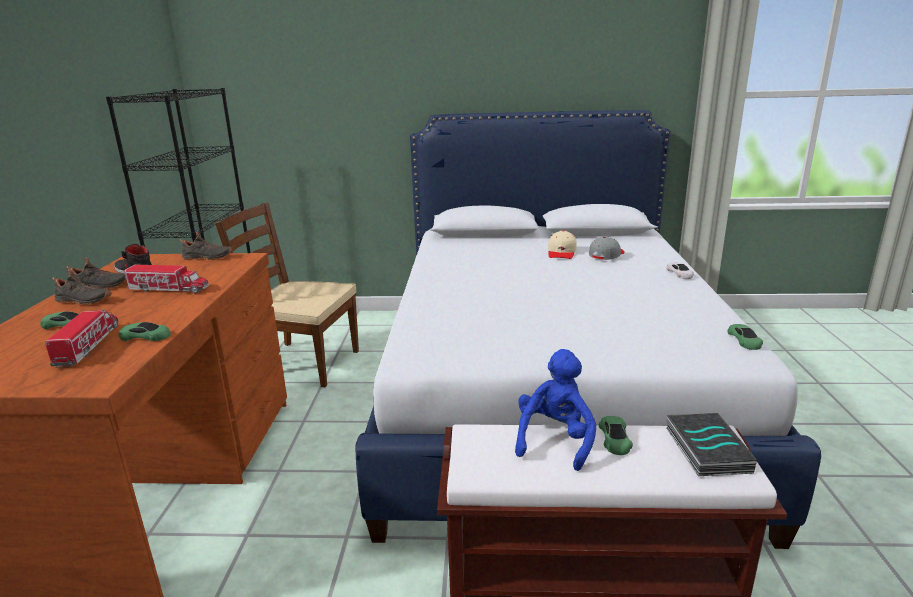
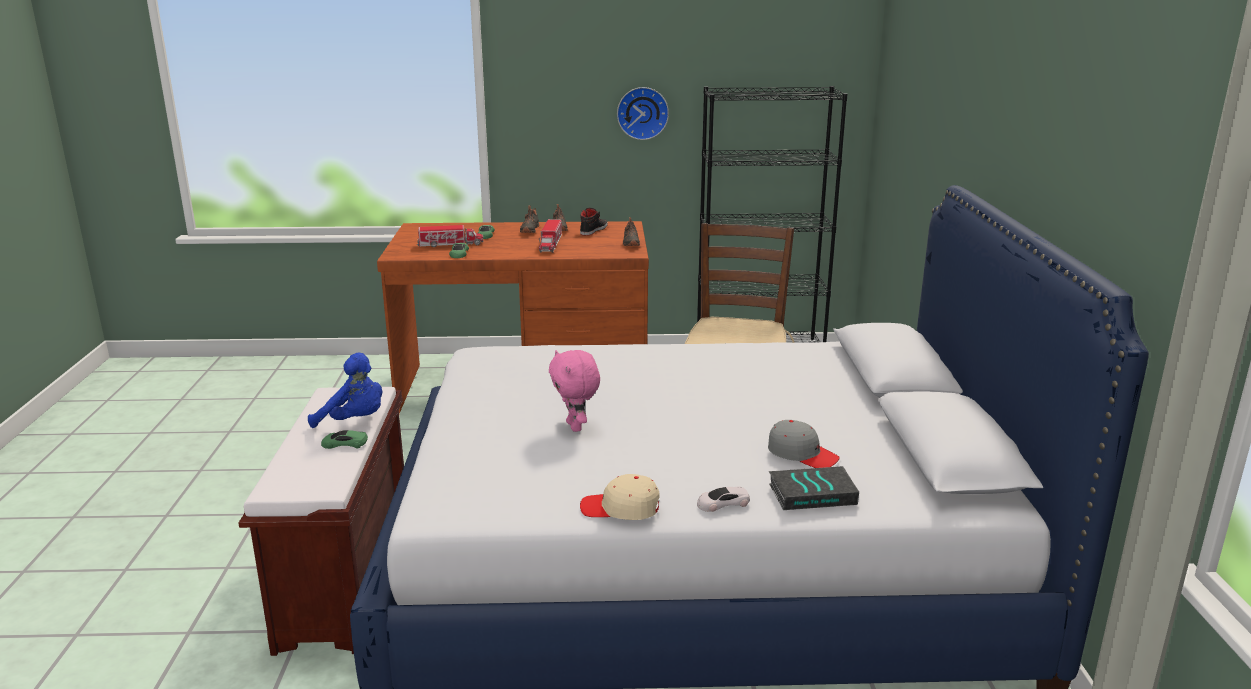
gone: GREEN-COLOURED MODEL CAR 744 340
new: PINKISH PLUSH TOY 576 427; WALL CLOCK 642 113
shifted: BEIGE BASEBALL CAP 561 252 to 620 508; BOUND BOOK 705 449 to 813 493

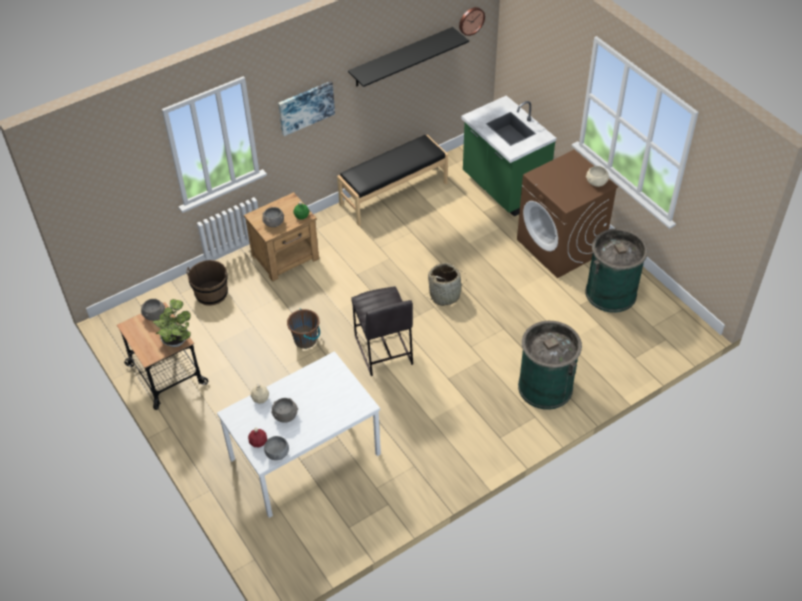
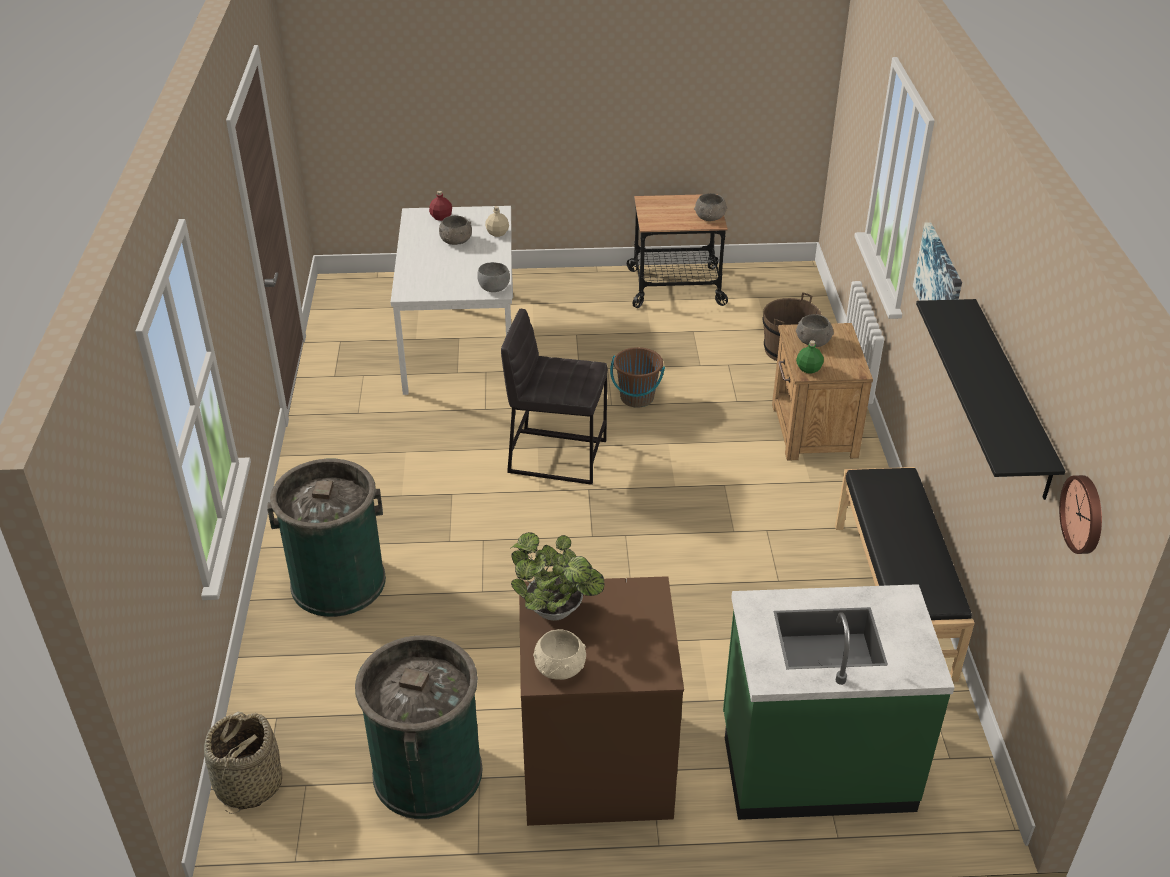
shifted: POTTED PLANT 176 339 to 558 612; GRAY SERVING BOWL 277 454 to 493 288; STORAGE BASKET 445 295 to 248 784

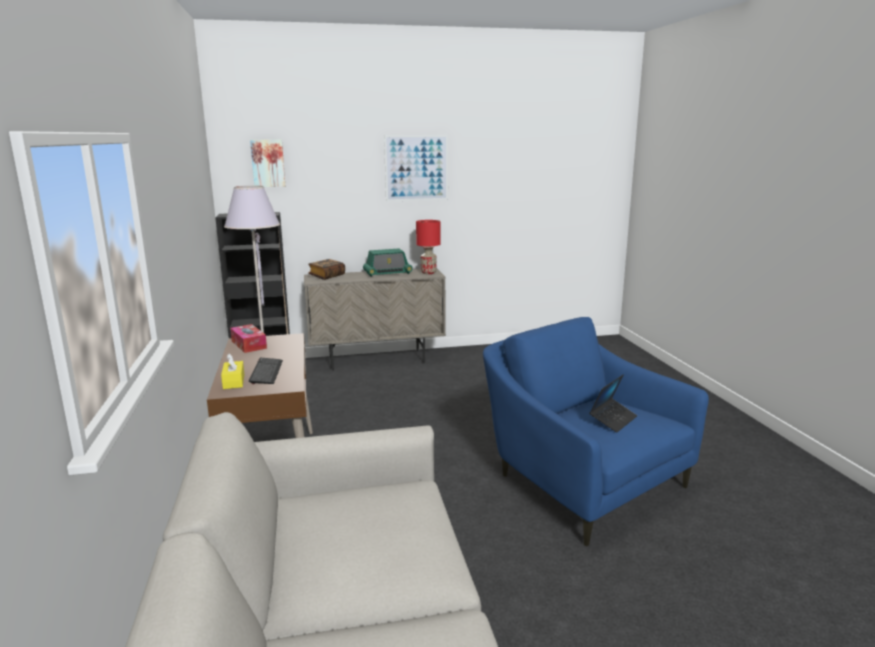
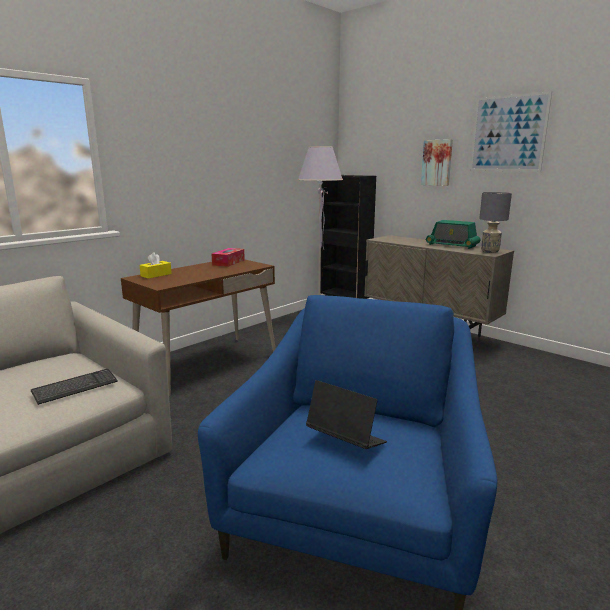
gone: BOUND BOOK 327 276
shifted: KEYBOARD 266 372 to 75 387; WALL ART 268 163 to 437 162
repainted: REDDISH TABLE LAMP 428 273 to GRAY TABLE LAMP 489 251
rotated: LAPTOP 613 420 = 345 441 150 degrees counterclockwise

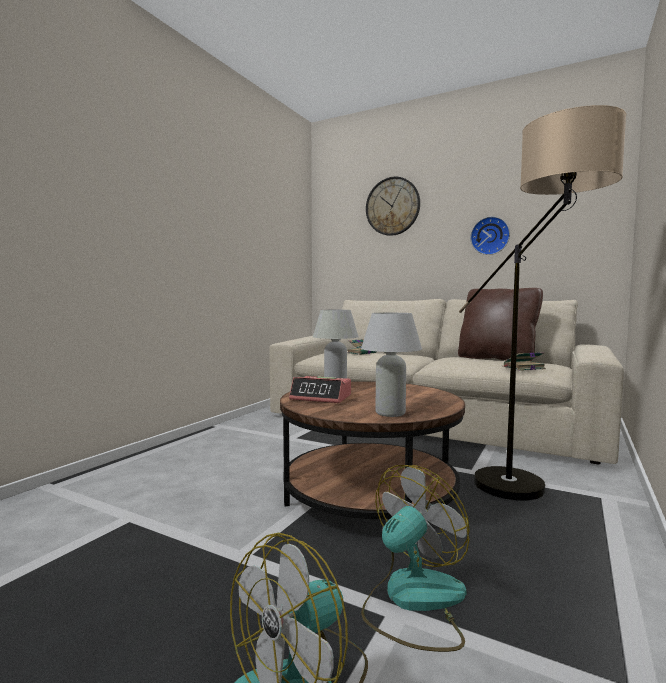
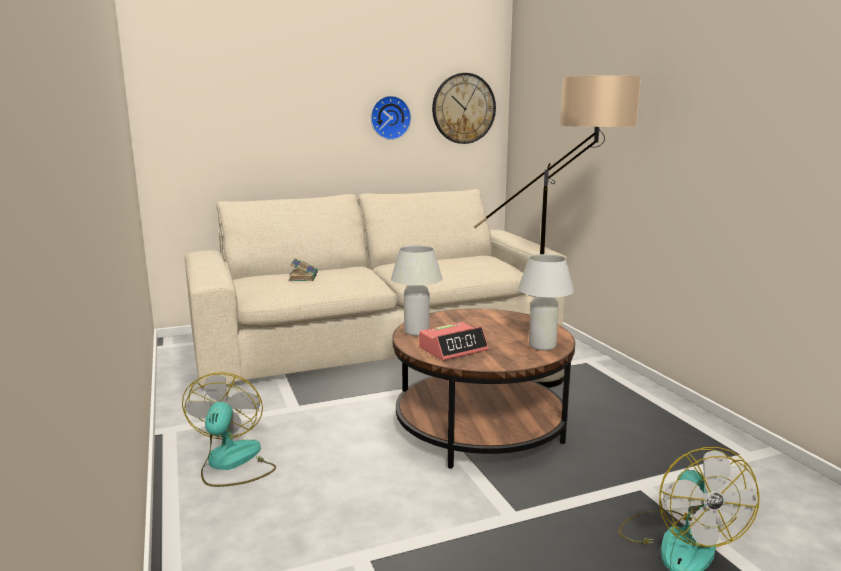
gone: BROWN-COLOURED THROW PILLOW 497 359; BOUND BOOK 523 368
shifted: COOLING FAN 413 601 to 231 463; WALL CLOCK 392 206 to 463 108

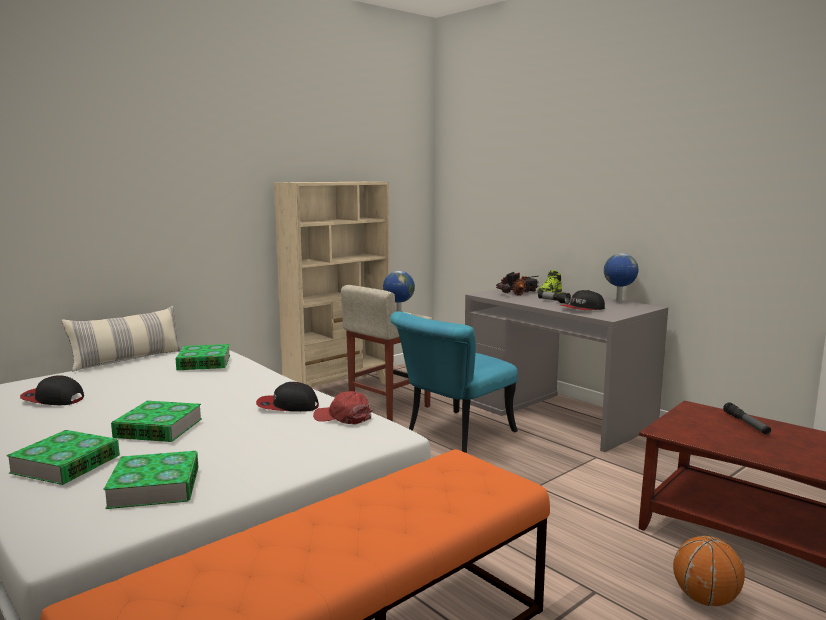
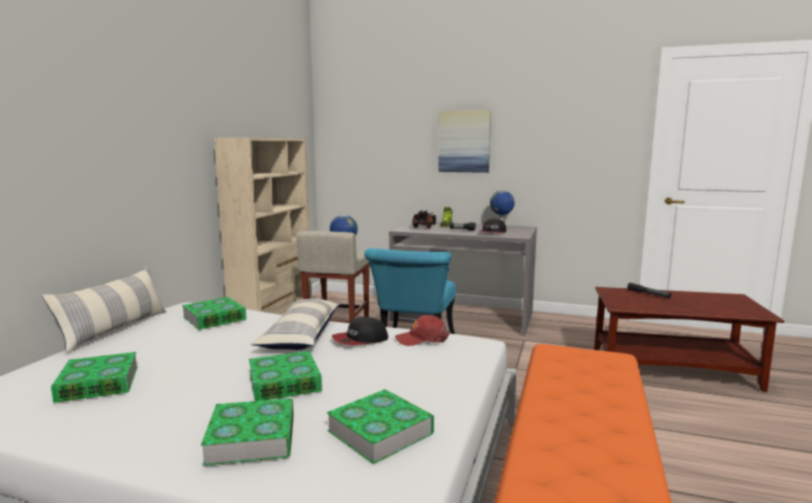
gone: BASKETBALL BALL 705 599
new: THROW PILLOW 301 335; WALL ART 464 141
swapped: BASEBALL CAP 53 399 to BOUND BOOK 98 383

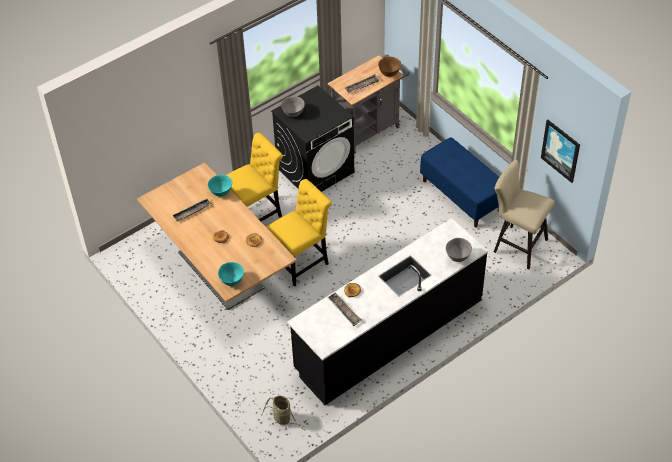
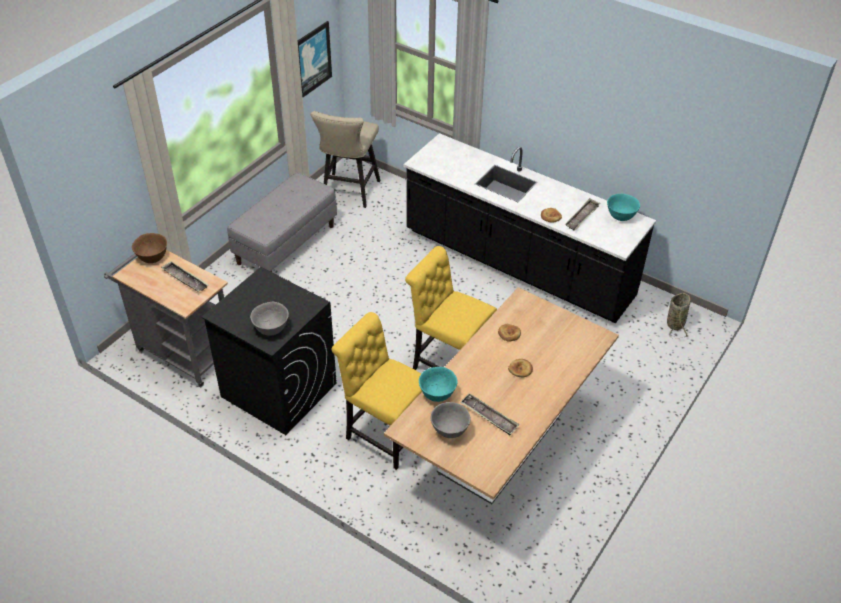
shifted: TURQUOISE SERVING BOWL 232 280 to 620 216; GRAY SERVING BOWL 458 256 to 449 430
repainted: BLUE LONG SEAT 462 195 to GRAY LONG SEAT 286 244

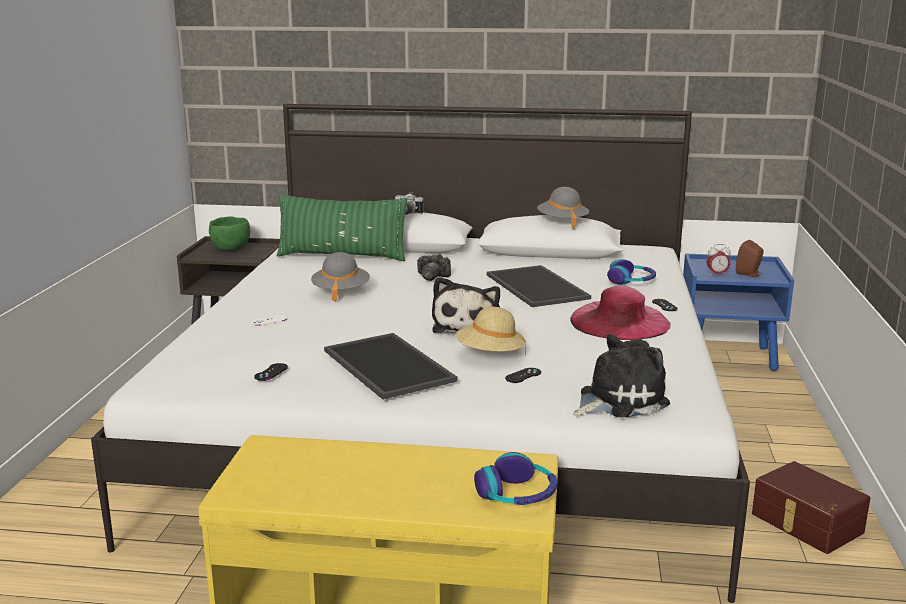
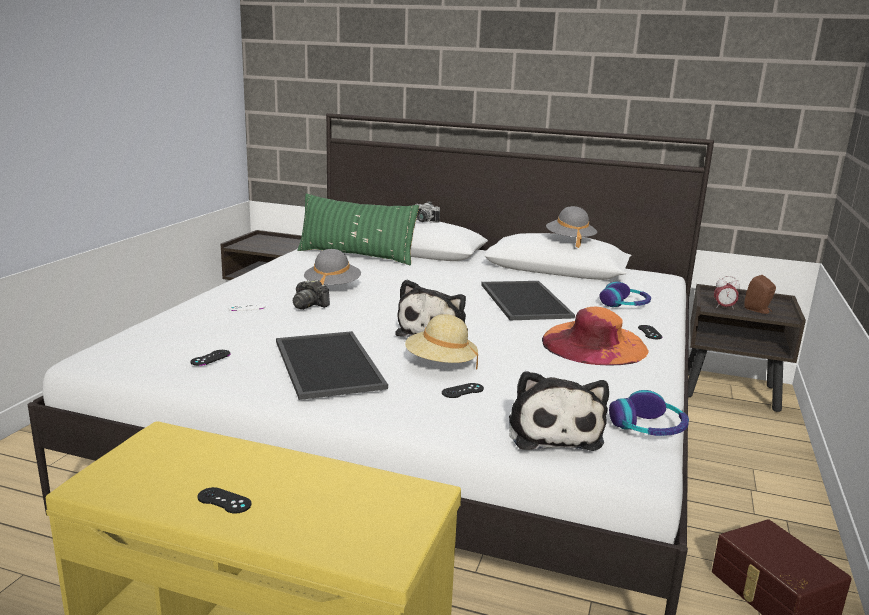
gone: GREEN-COLOURED SERVING BOWL 231 248
new: BLACK-COLOURED JOYPAD 224 501
shifted: STILL CAMERA 432 276 to 309 305; PAIR OF HEADPHONES 517 494 to 648 428
repainted: PINKISH WEARABLE HAT 619 321 to ORANGE WEARABLE HAT 594 344; BLUE BEDSIDE TABLE 728 356 to BROWN-COLOURED BEDSIDE TABLE 731 391
rotated: PLUSH TOY 618 400 = 553 431 105 degrees clockwise

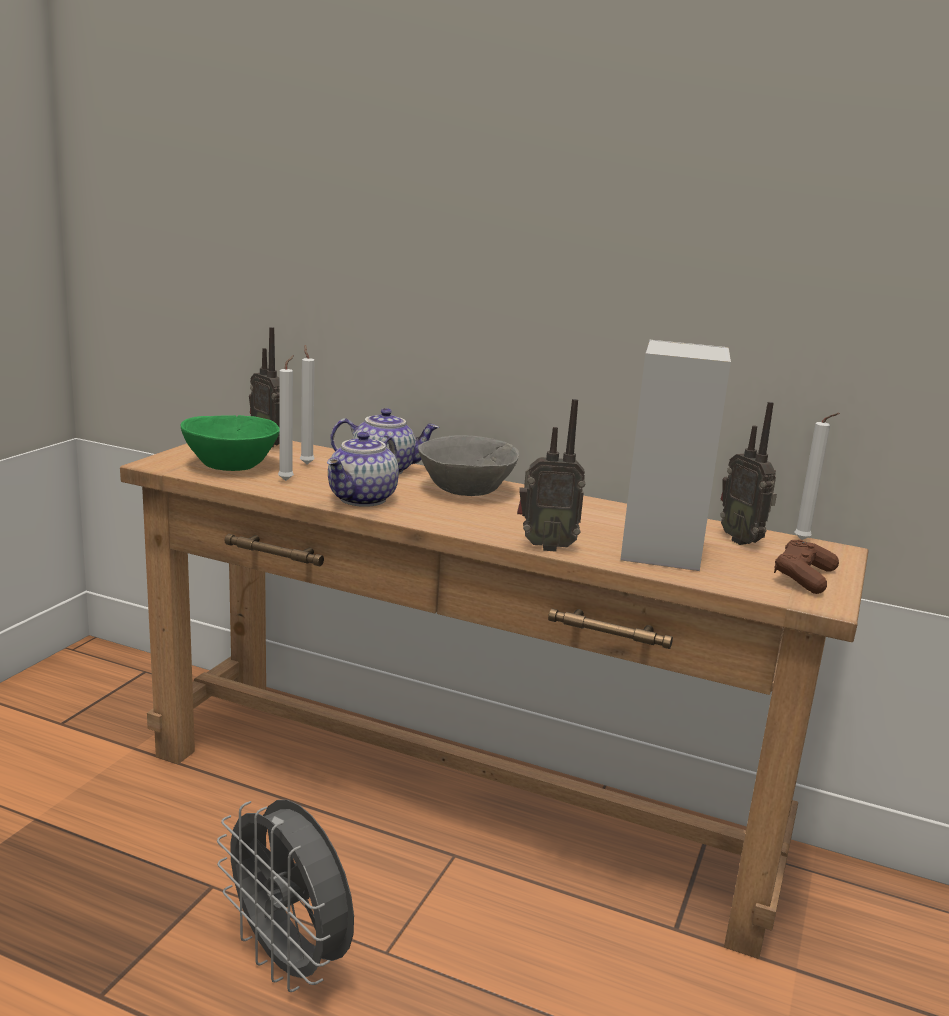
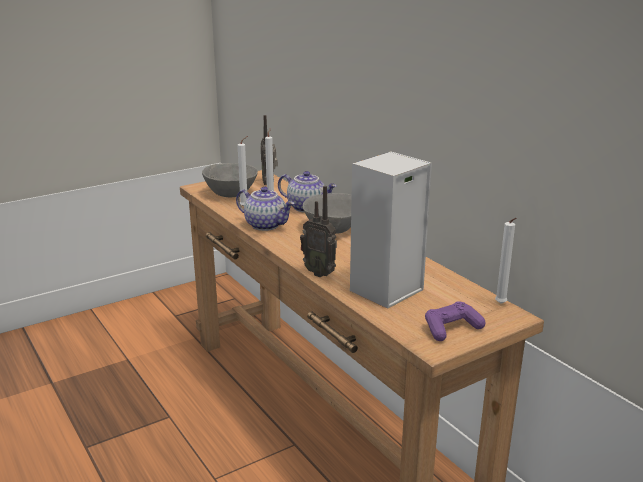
gone: GRAY COOLING FAN 290 962; RADIO 742 540
repainted: GREEN-COLOURED SERVING BOWL 232 465 to GRAY SERVING BOWL 231 193; BROWN-COLOURED JOYPAD 804 577 to PURPLE-COLOURED JOYPAD 451 328
rotated: POT FOR TEA 363 499 = 266 225 120 degrees counterclockwise

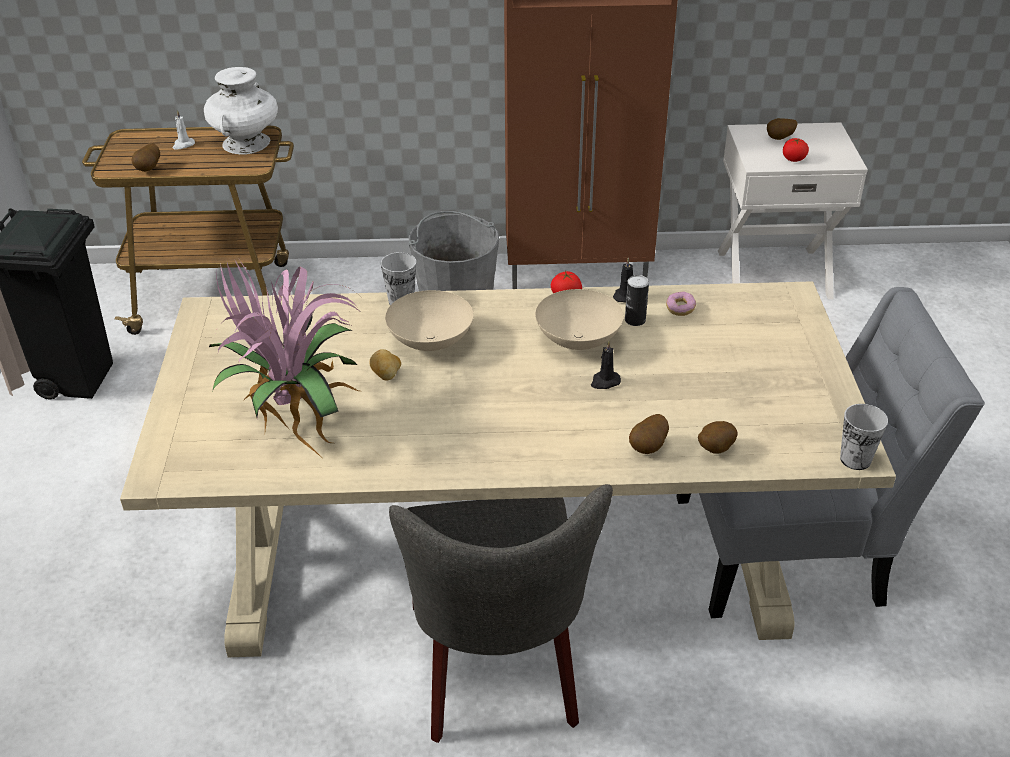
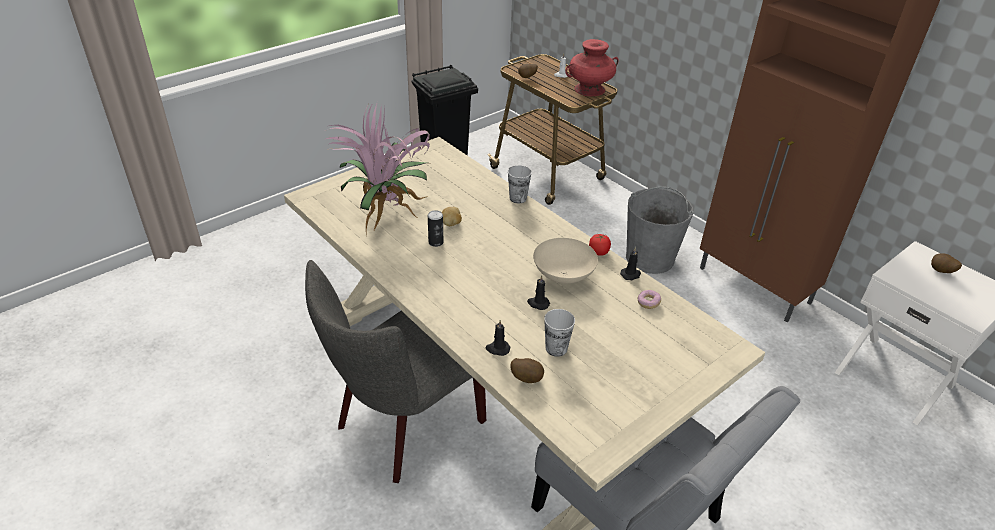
gone: BEIGE SERVING BOWL 432 341; WHOLE TOMATO 794 159
shifted: CAN 635 320 to 436 242; CUP 855 459 to 556 348
swapped: WHOLE POTATO 648 448 to BLACK-COLOURED WAX CANDLE 497 349
repainted: WHITE VASE 246 143 to REDDISH VASE 589 89

